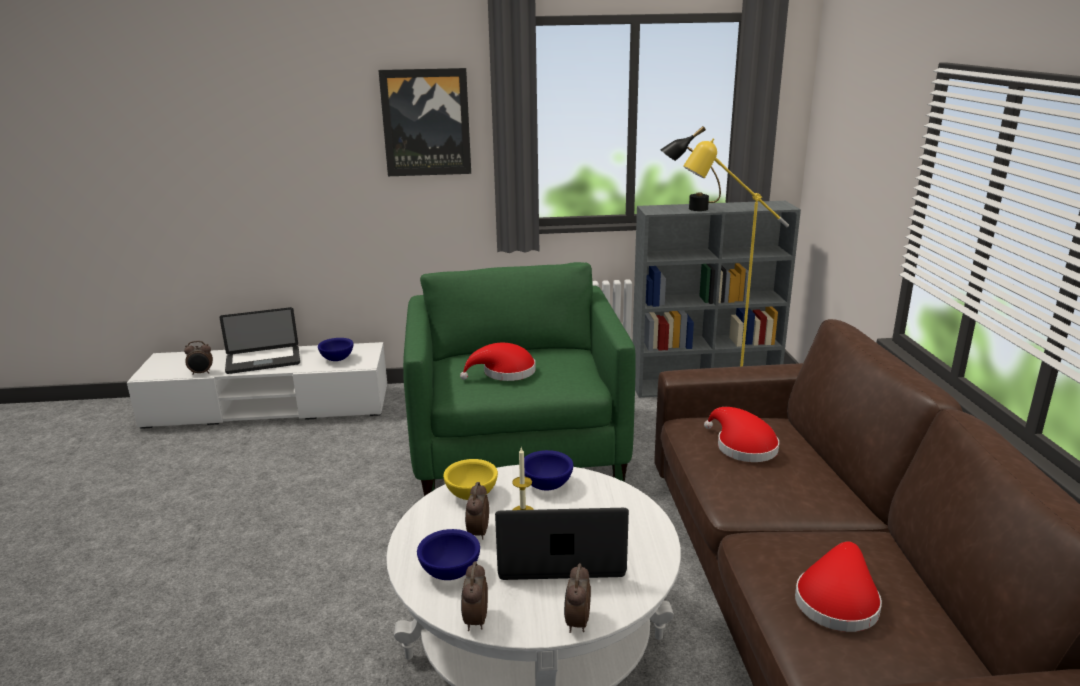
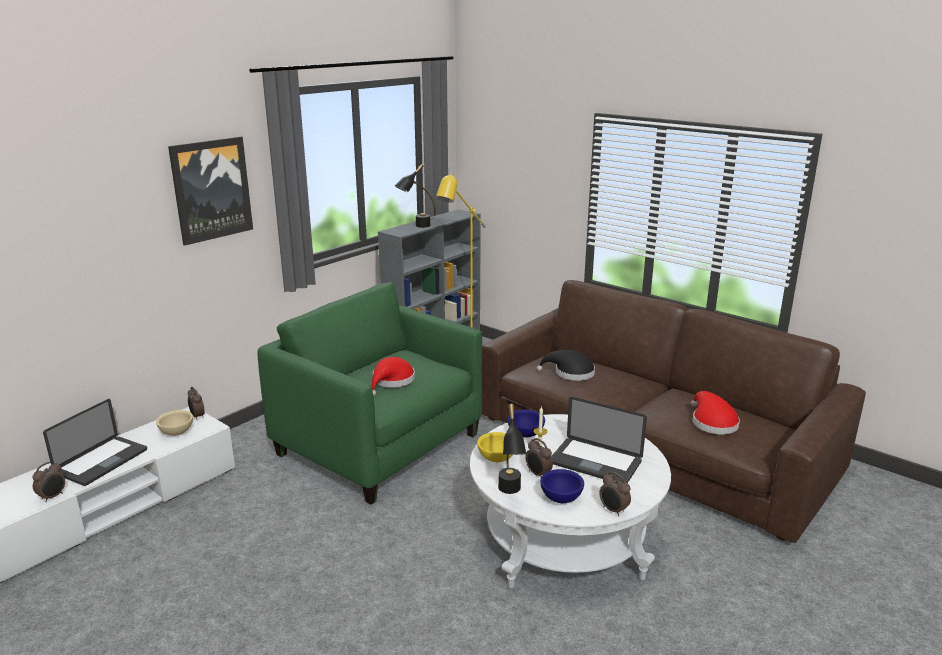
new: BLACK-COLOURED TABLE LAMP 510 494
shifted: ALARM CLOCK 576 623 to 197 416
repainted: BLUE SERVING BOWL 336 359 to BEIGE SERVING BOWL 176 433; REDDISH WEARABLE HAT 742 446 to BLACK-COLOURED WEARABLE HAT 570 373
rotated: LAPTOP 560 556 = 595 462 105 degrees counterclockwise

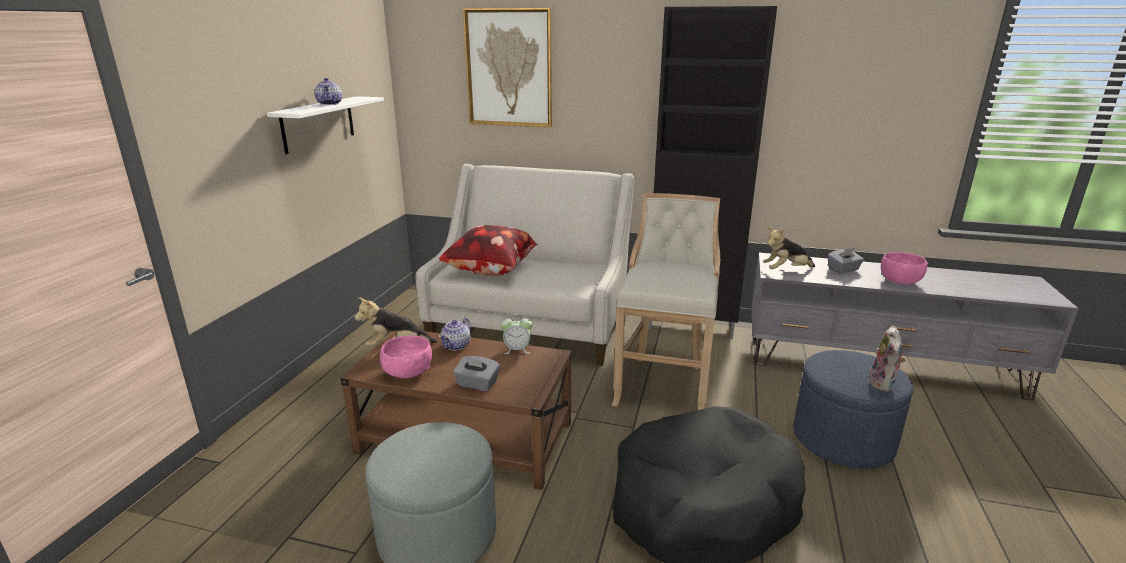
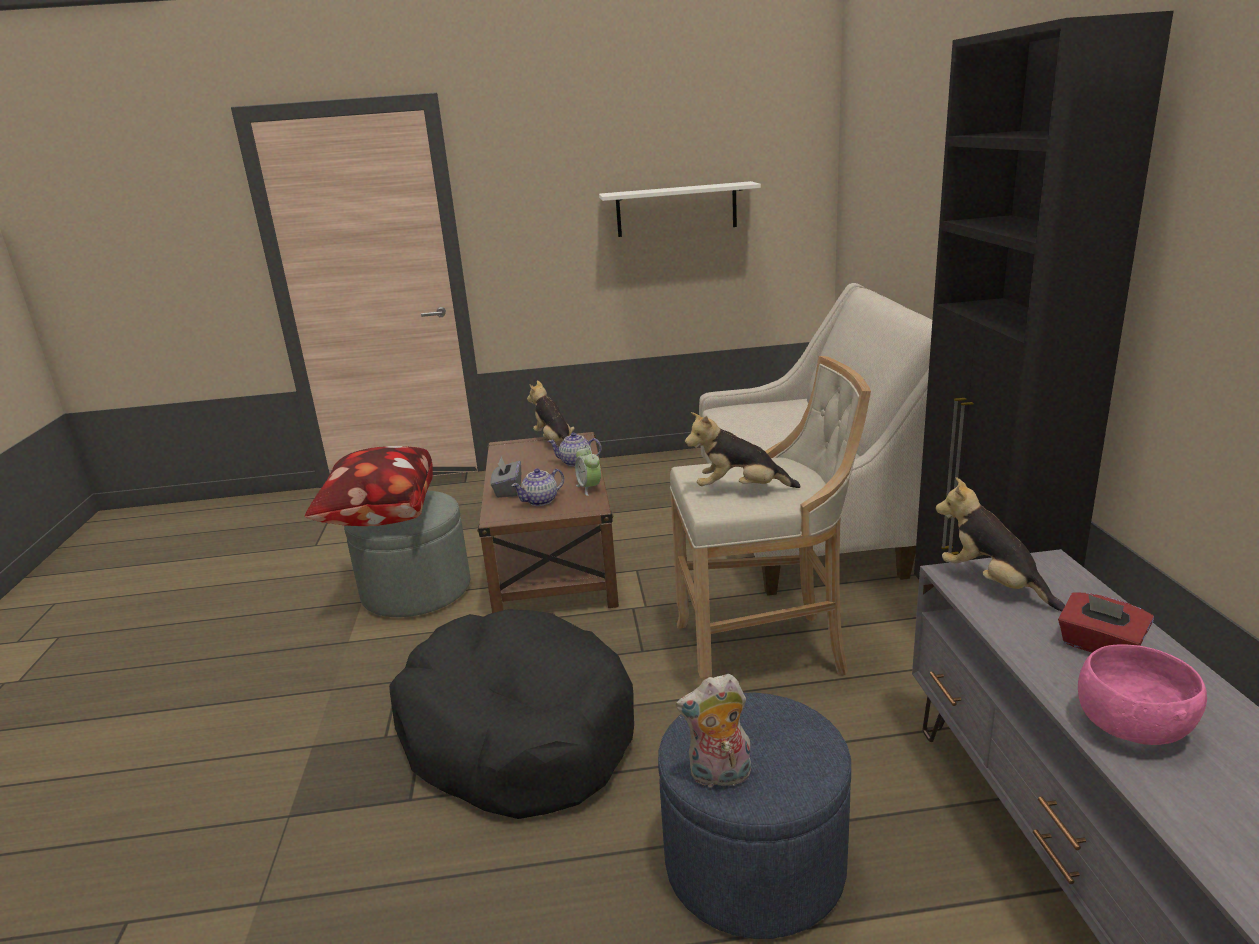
gone: PINKISH SERVING BOWL 407 372; WALL ART 509 68
new: PLUSH TOY 740 490
shifted: POT FOR TEA 330 104 to 541 501; THROW PILLOW 491 272 to 379 518
repainted: GRAY TISSUE BOX 843 270 to REDDISH TISSUE BOX 1099 646

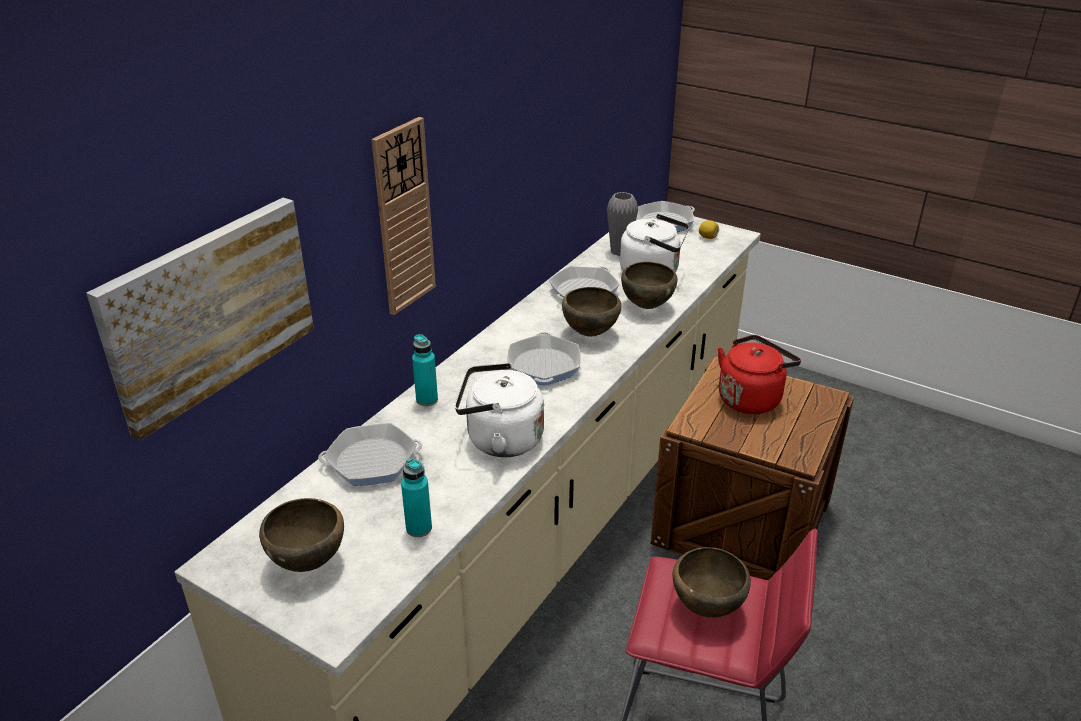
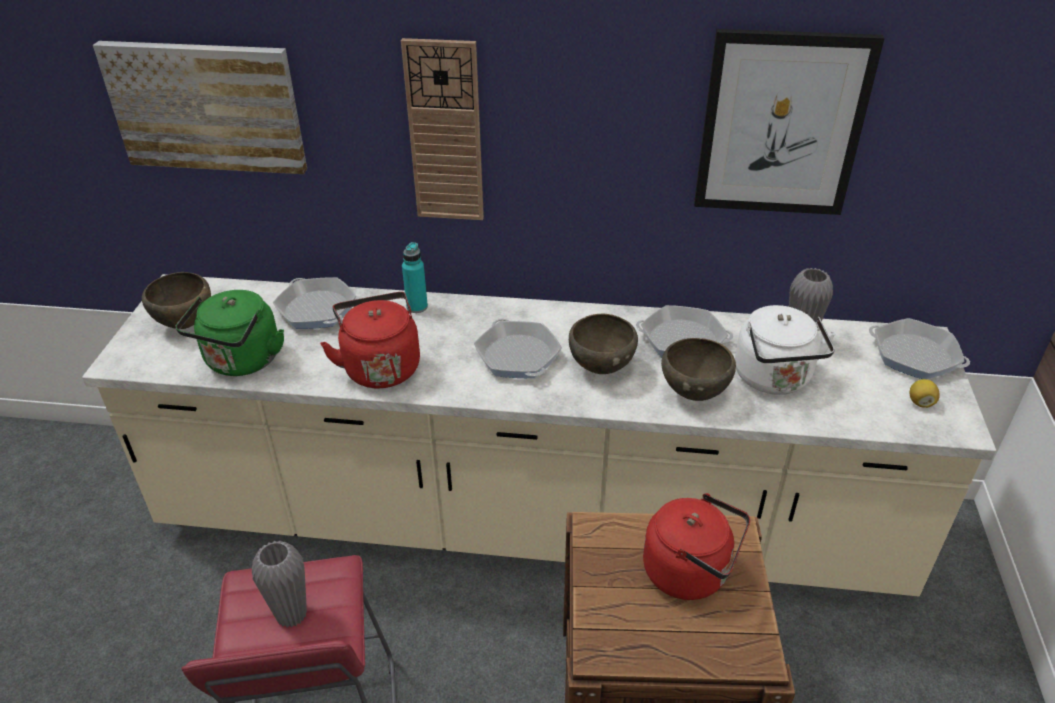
new: WALL ART 781 124
swapped: TURQUOISE BEVERAGE BOTTLE 419 528 to GREEN-COLOURED KETTLE 241 362; BROWN-COLOURED SERVING BOWL 706 607 to GRAY VASE 291 615
repainted: WHITE KETTLE 499 440 to REDDISH KETTLE 380 366
rotated: PAN 544 365 = 517 356 90 degrees counterclockwise

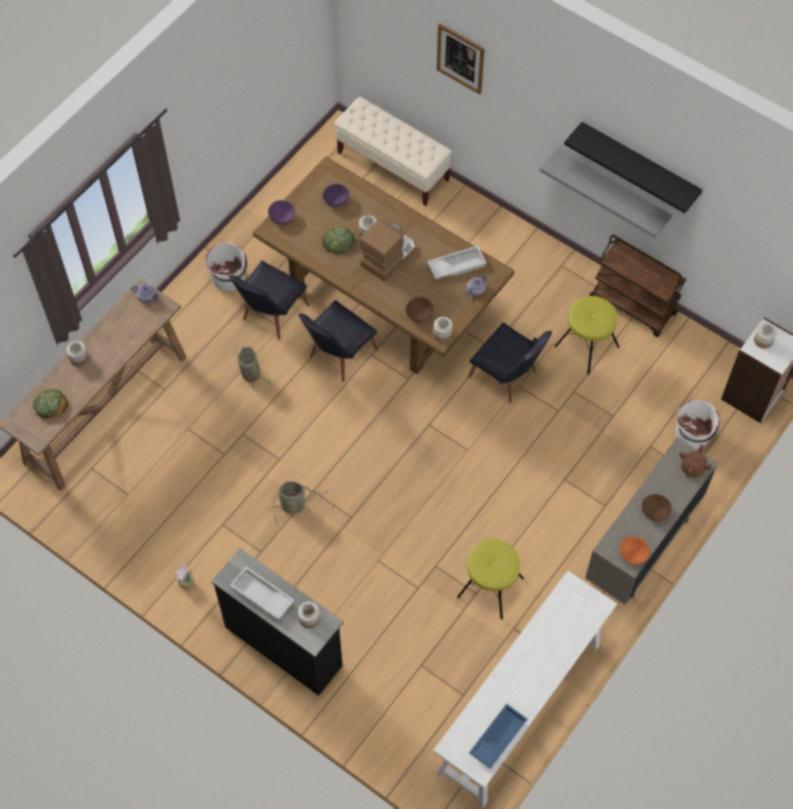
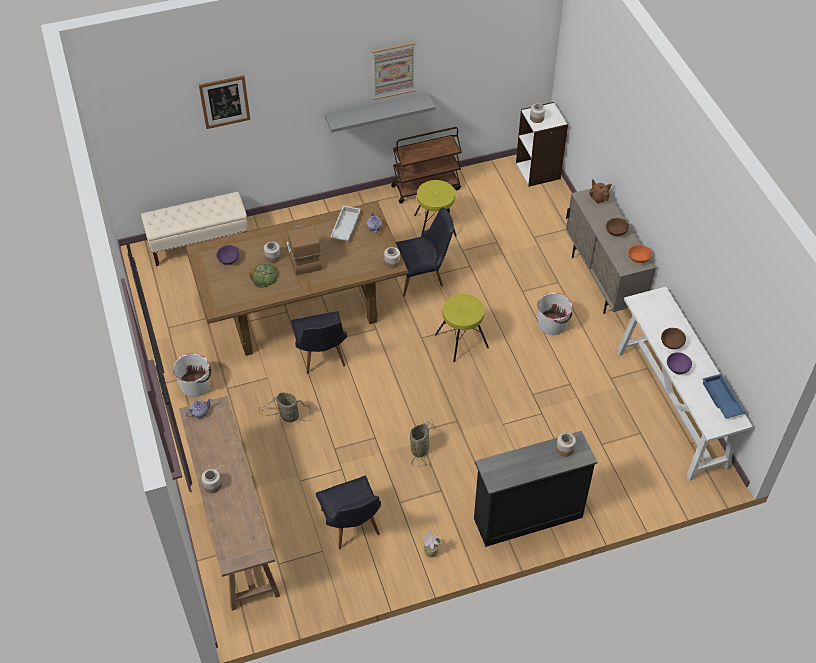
gone: BAKERY BREAD 50 404; WHITE SERVING TRAY 261 596
shifted: BLACK-COLOURED CHAIR 270 316 to 352 527; PURPLE-COLOURED SERVING BOWL 281 217 to 677 368; BROWN-COLOURED SERVING BOWL 419 314 to 671 343; YELLOW STOOL 490 588 to 462 341; WHITE BUCKET 692 435 to 552 324
swapped: BLACK-COLOURED WALL SHELF 639 164 to WALL ART 393 70

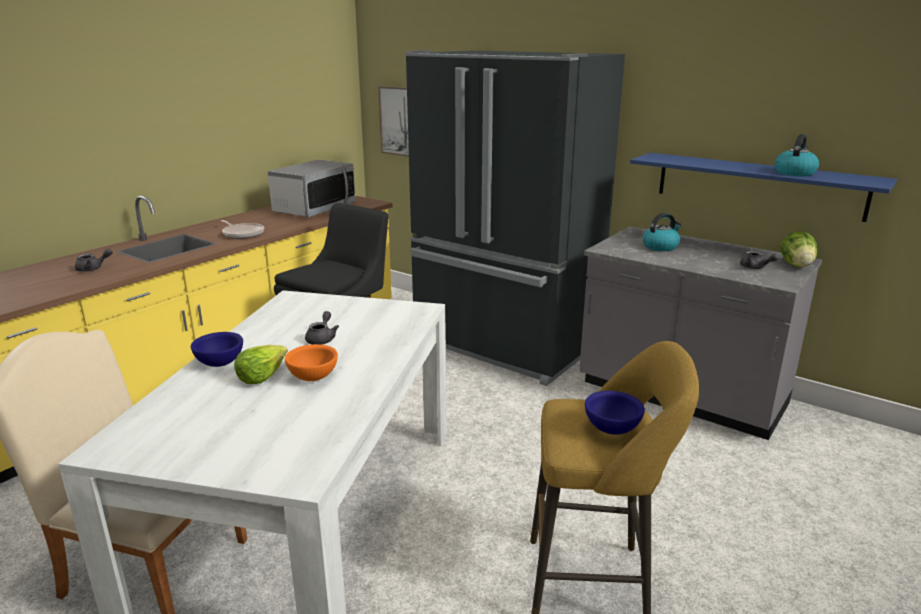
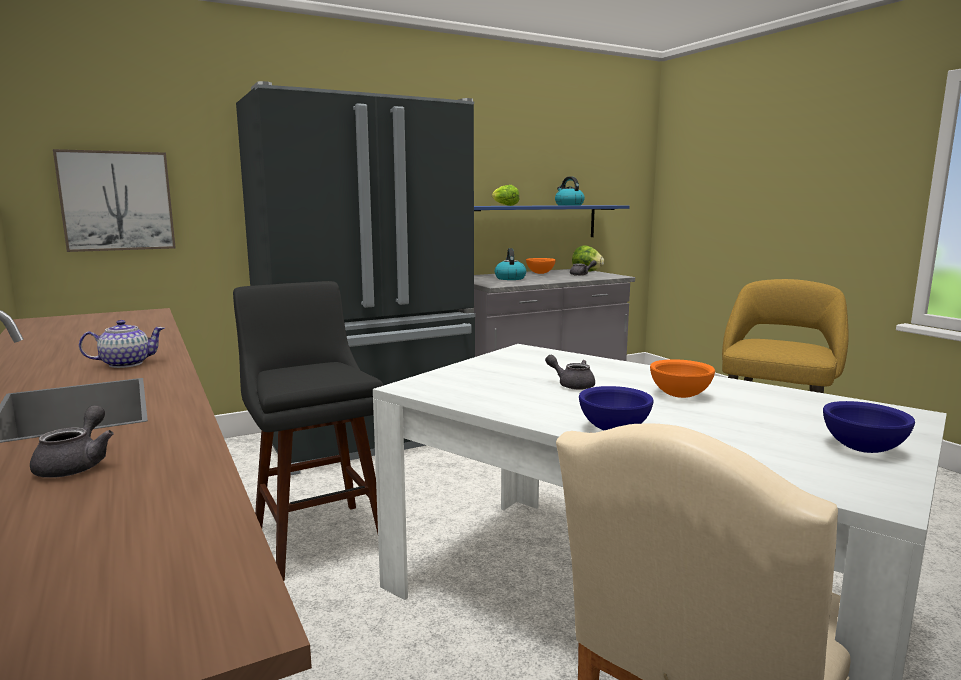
gone: MICROWAVE OVEN 314 209
new: ORANGE SERVING BOWL 540 273
shifted: LETTUCE 261 376 to 504 205; BLUE SERVING BOWL 612 429 to 861 448
swapped: PAN 242 234 to POT FOR TEA 125 364

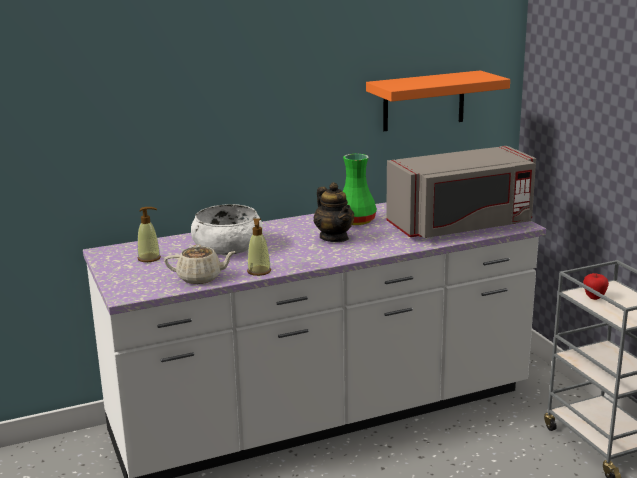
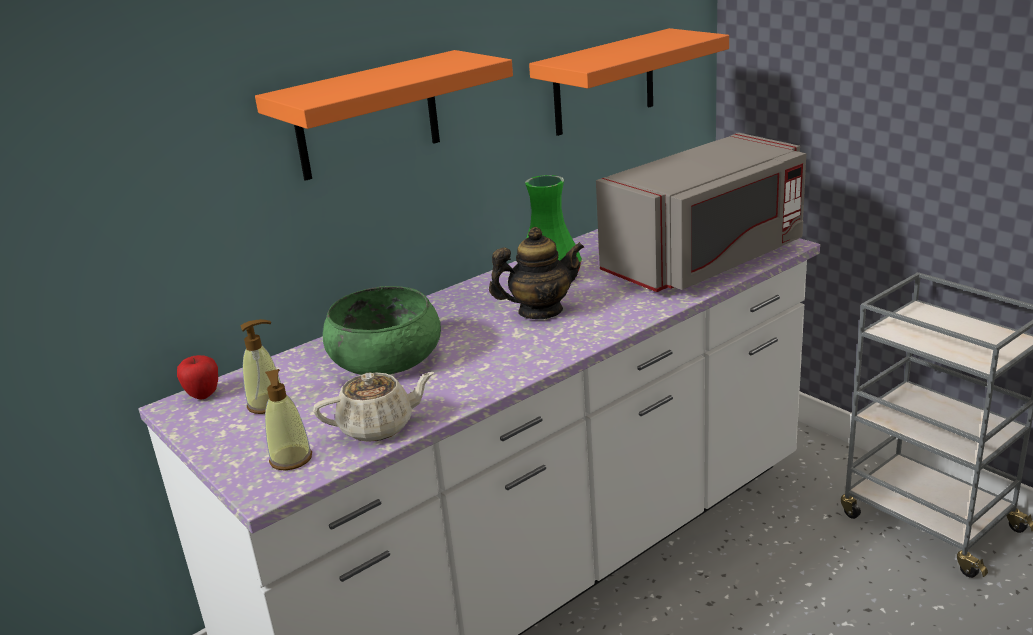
new: ORANGE WALL SHELF 367 116
shifted: LIQUID SOAP BOTTLE 259 271 to 291 459; APPLE FRUIT 594 297 to 203 395
repainted: WHITE SERVING BOWL 228 247 to GREEN-COLOURED SERVING BOWL 386 358
rotated: POT FOR TEA 334 238 = 540 311 60 degrees counterclockwise

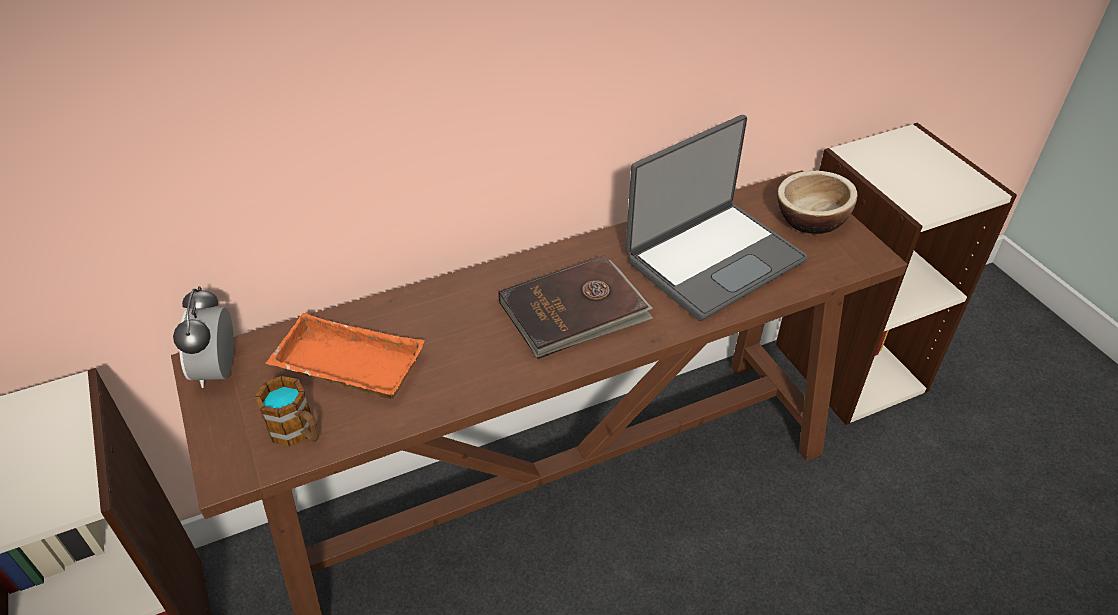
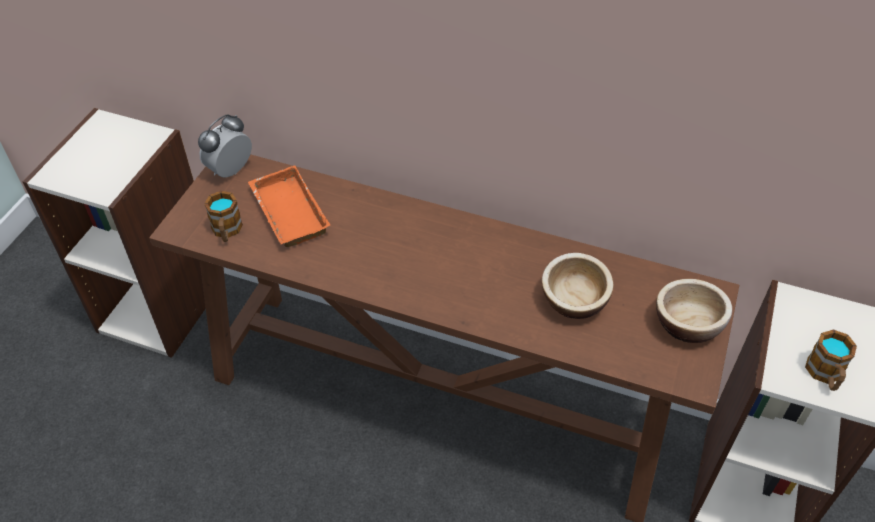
gone: BROWN-COLOURED BOUND BOOK 575 311
new: MUG 825 375
swapped: LAPTOP 712 259 to SERVING BOWL 574 300

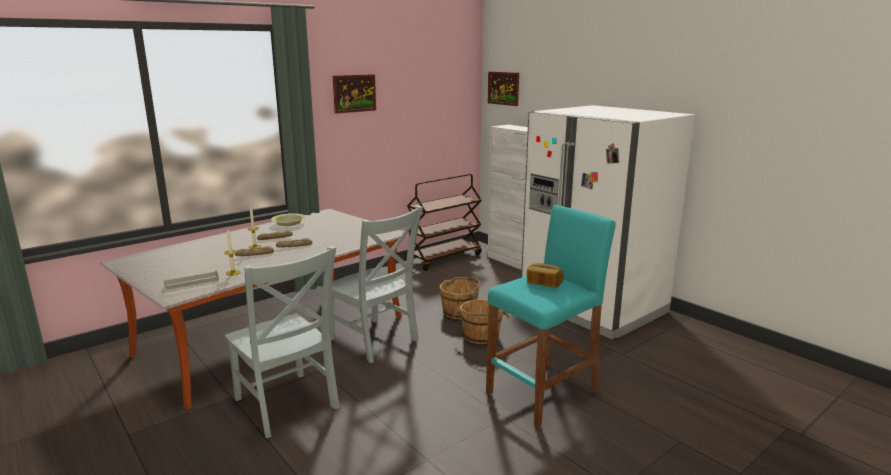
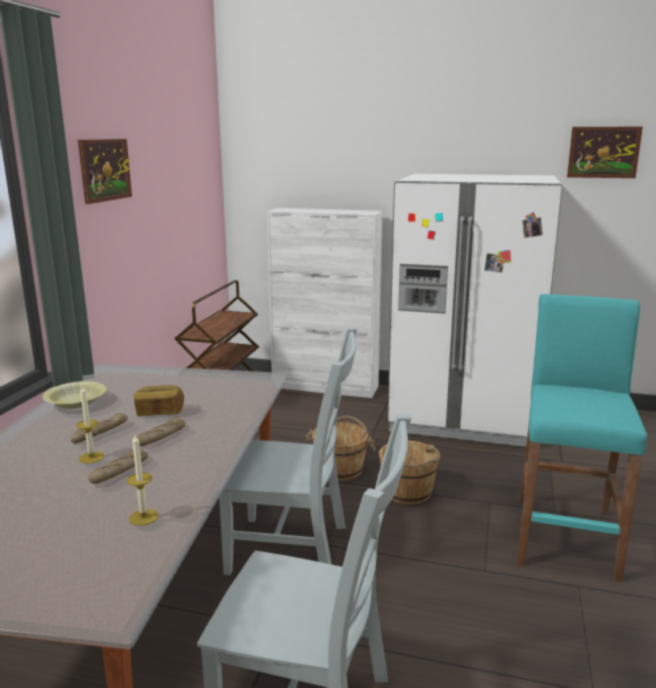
gone: GRAY SERVING TRAY 192 282
shifted: WALL ART 503 88 to 603 152; BAKERY BREAD 544 283 to 159 412

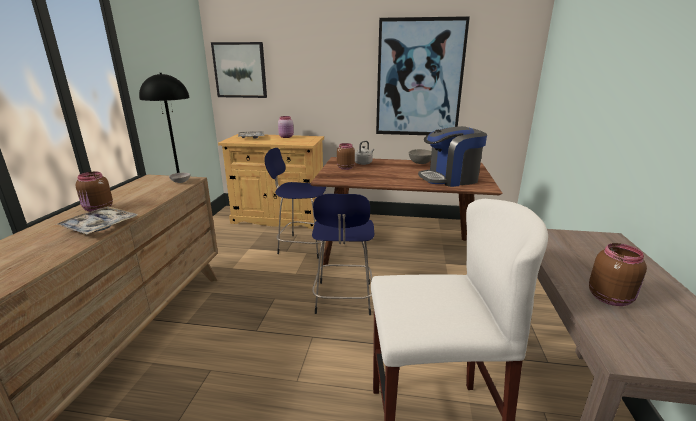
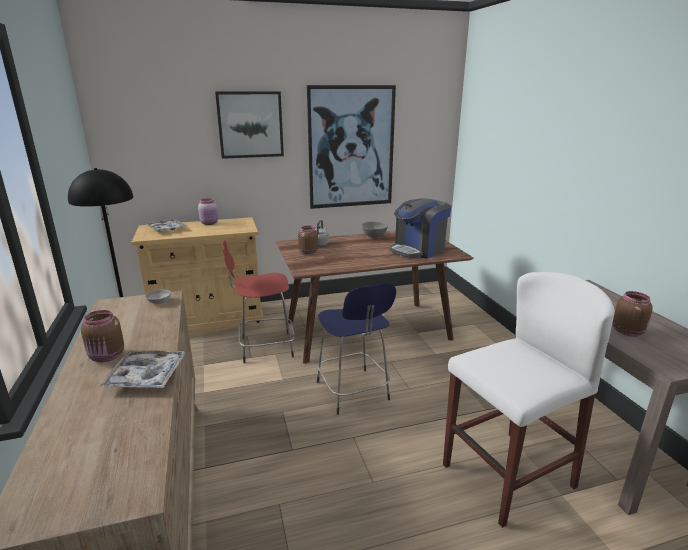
shifted: WALL ART 240 70 to 250 124
repainted: BLUE STOOL 302 246 to REDDISH STOOL 264 347

